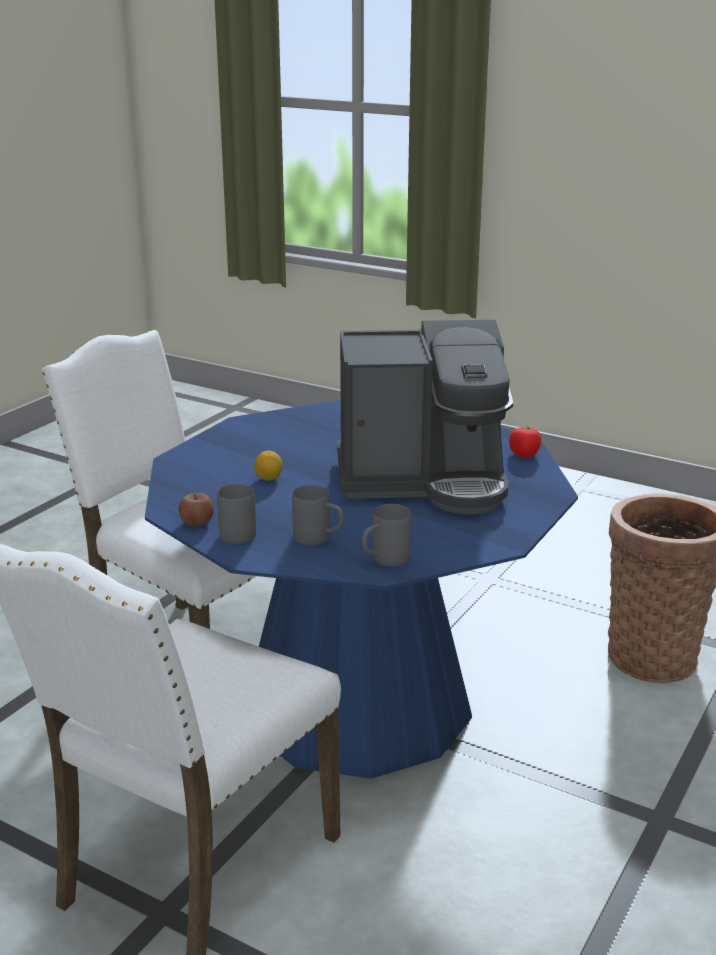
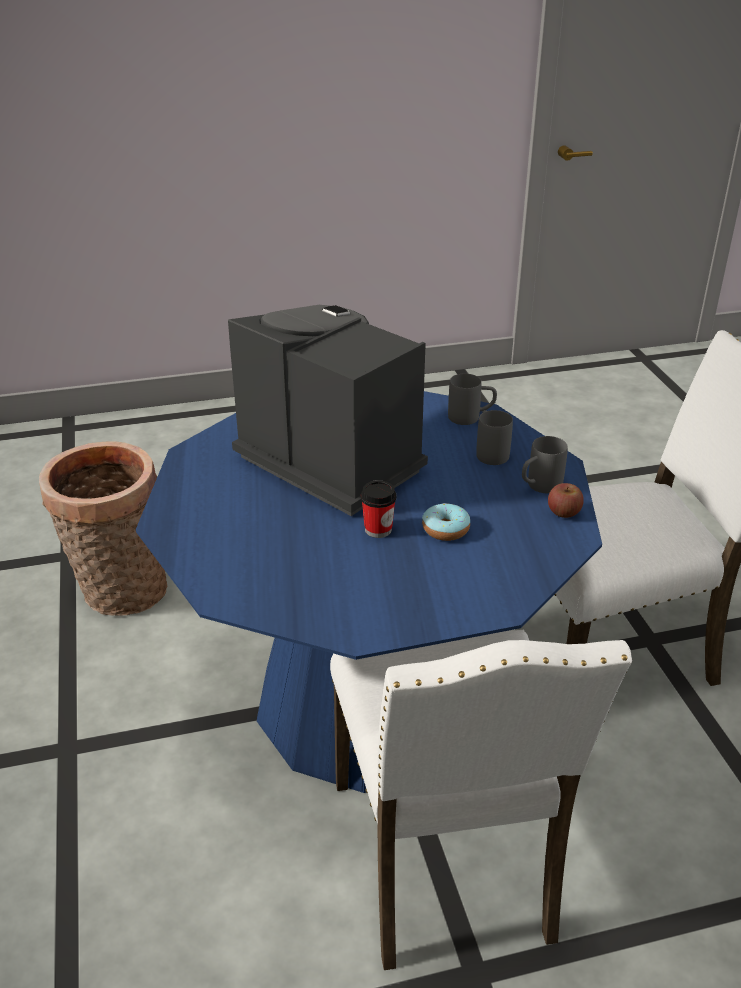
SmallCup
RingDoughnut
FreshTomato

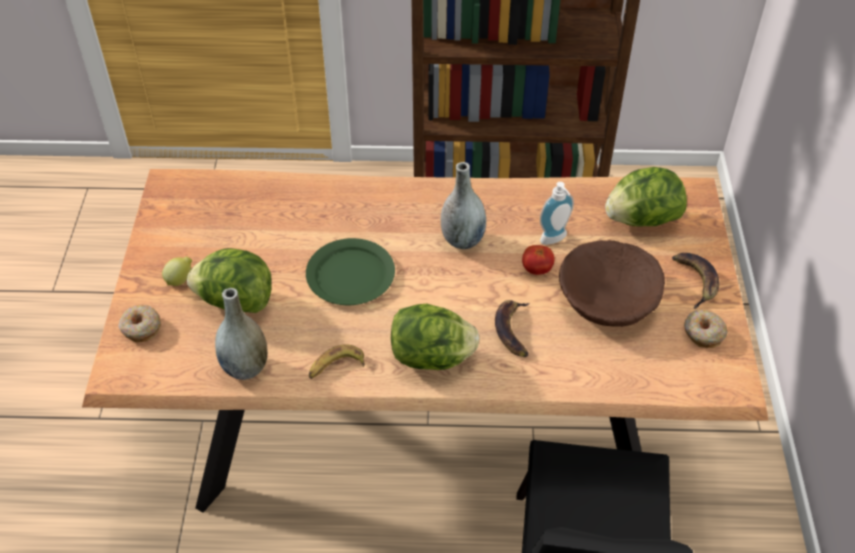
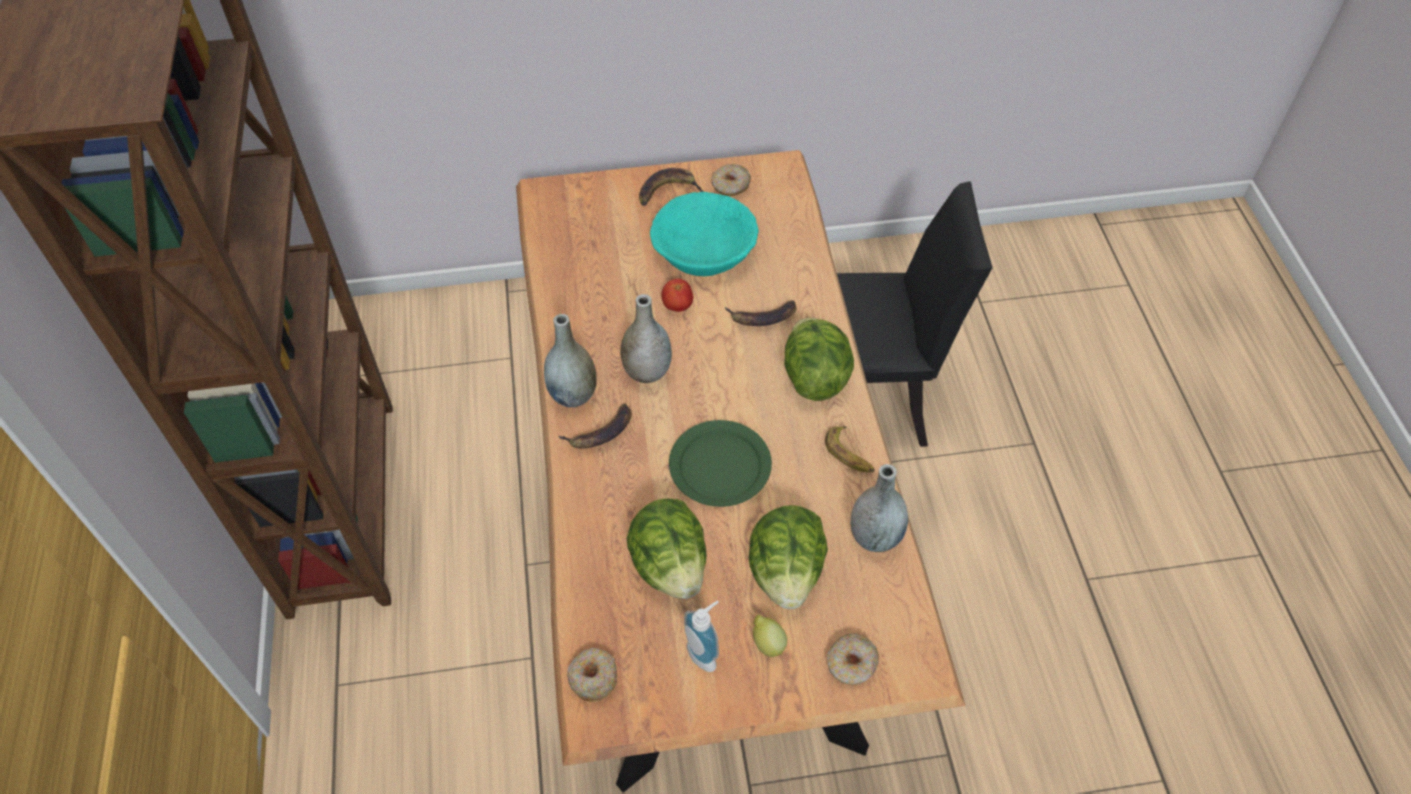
GreyishDecorativeVase (no. 1 from left)
WholeBanana (no. 1 from left)
RingDoughnut (no. 1 from left)
HeadOfLettuce (no. 1 from left)
TurquoiseServingBowl
SoapDispenser

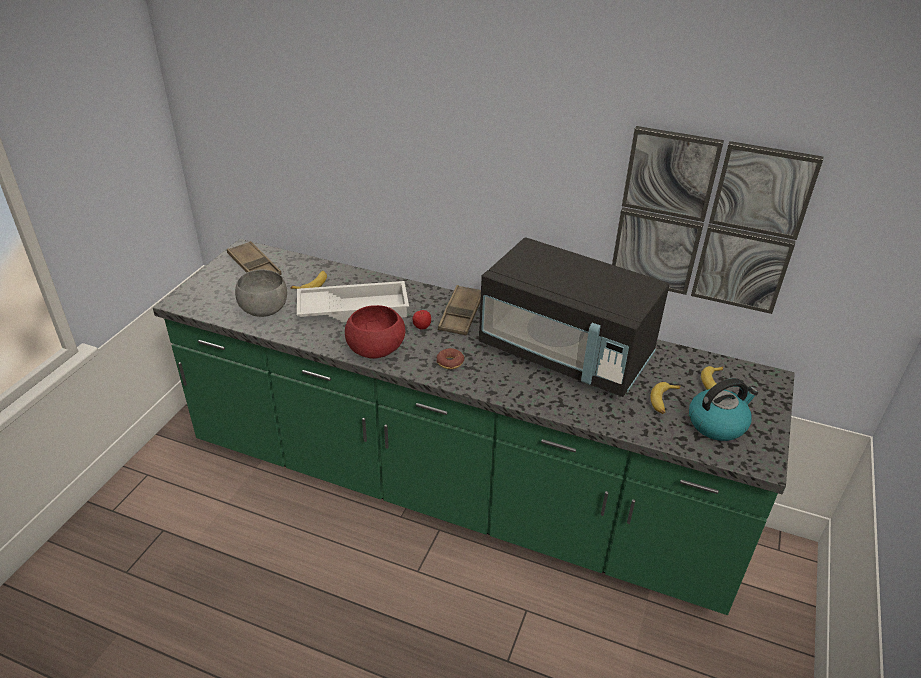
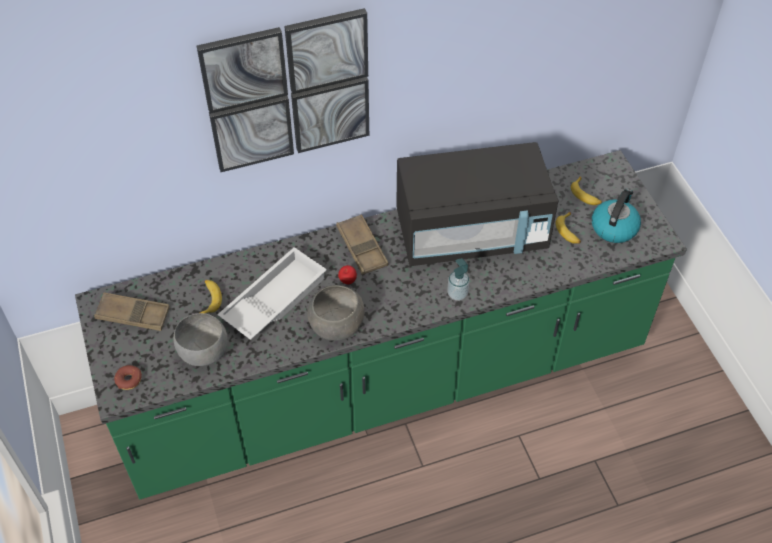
RingDoughnut
Picture
GreyishServingBowl (no. 2 from left)
SoapDispenser

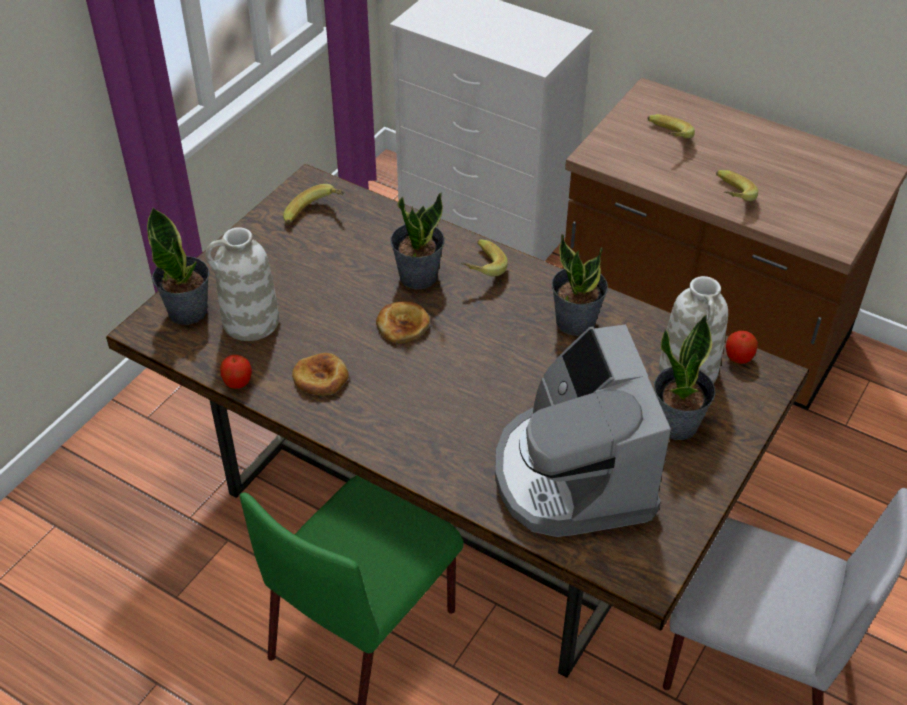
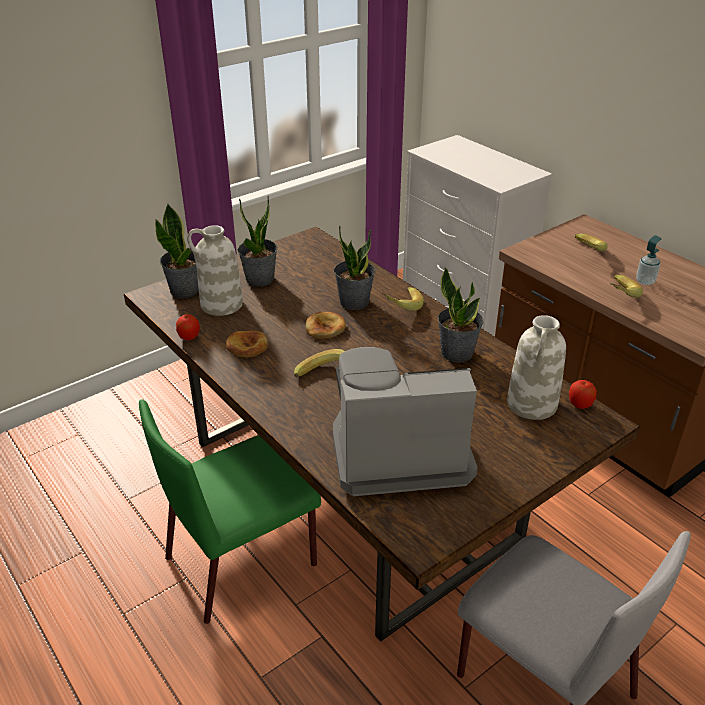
PottedPlant (no. 2 from left)
WholeBanana (no. 1 from left)
CoffeeBrewer
SoapDispenser

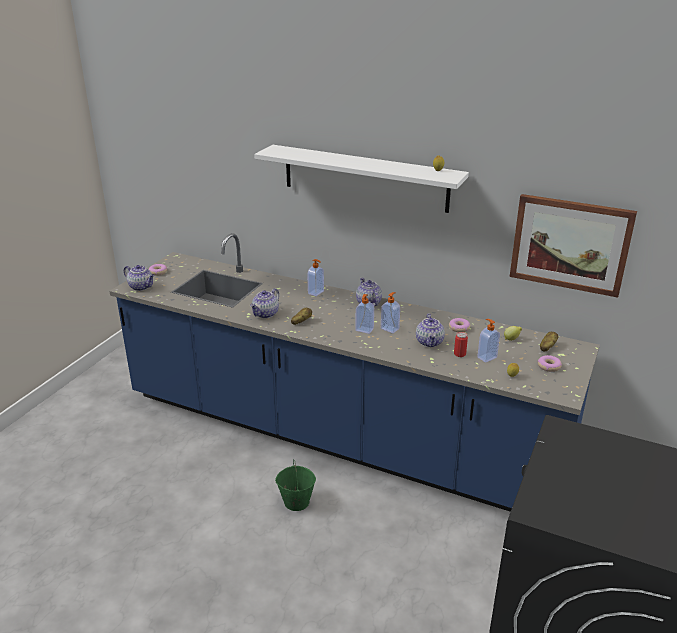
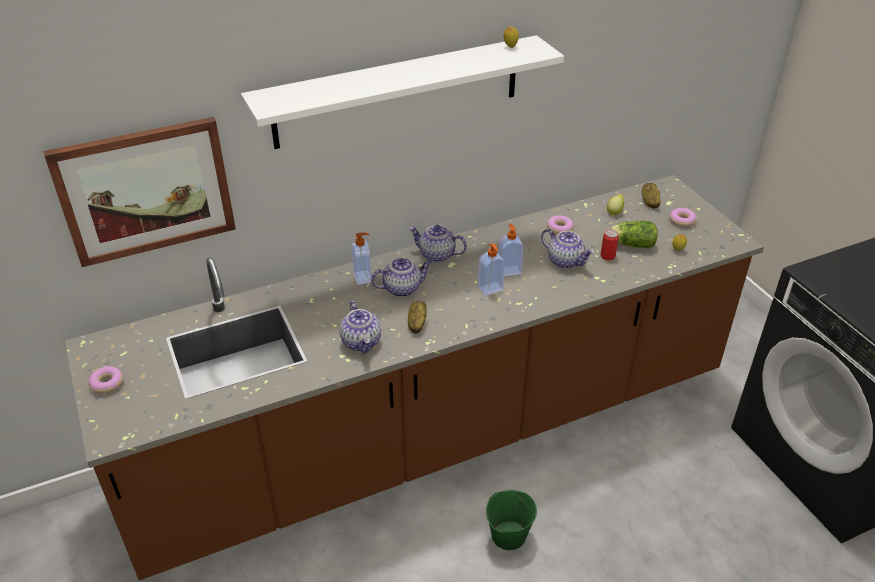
Picture
BrownColouredKitchenCounter
PotForTea (no. 2 from left)
HeadOfLettuce

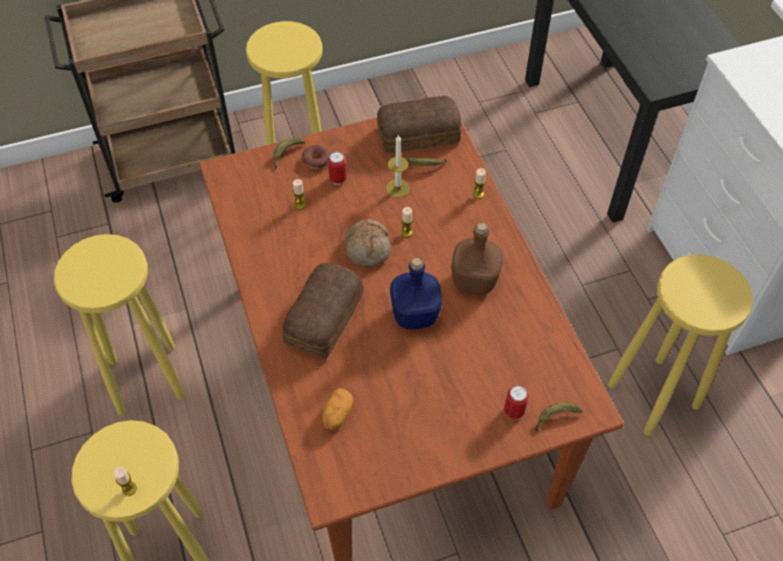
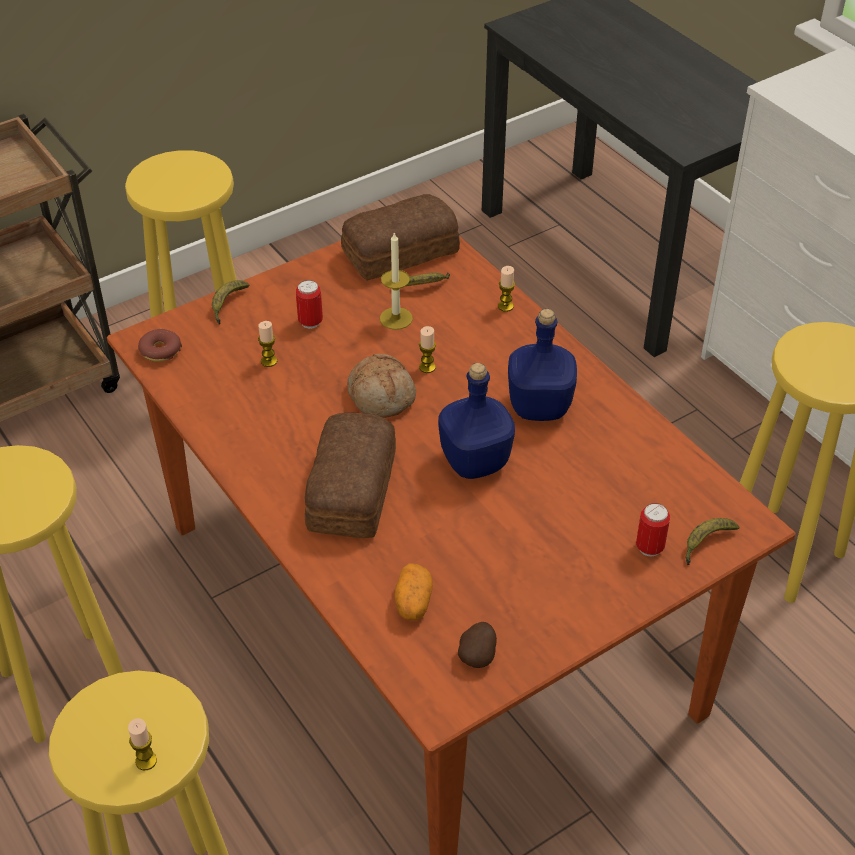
RingDoughnut
Spud (no. 2 from left)
BlueColouredBeverageBottle (no. 2 from left)

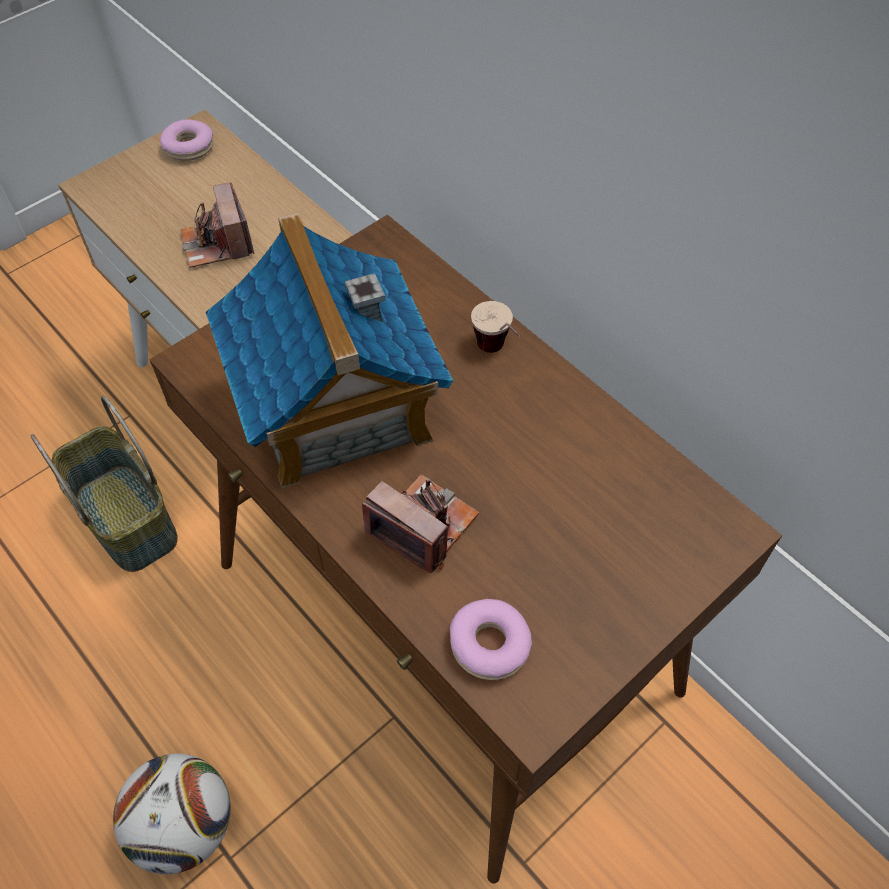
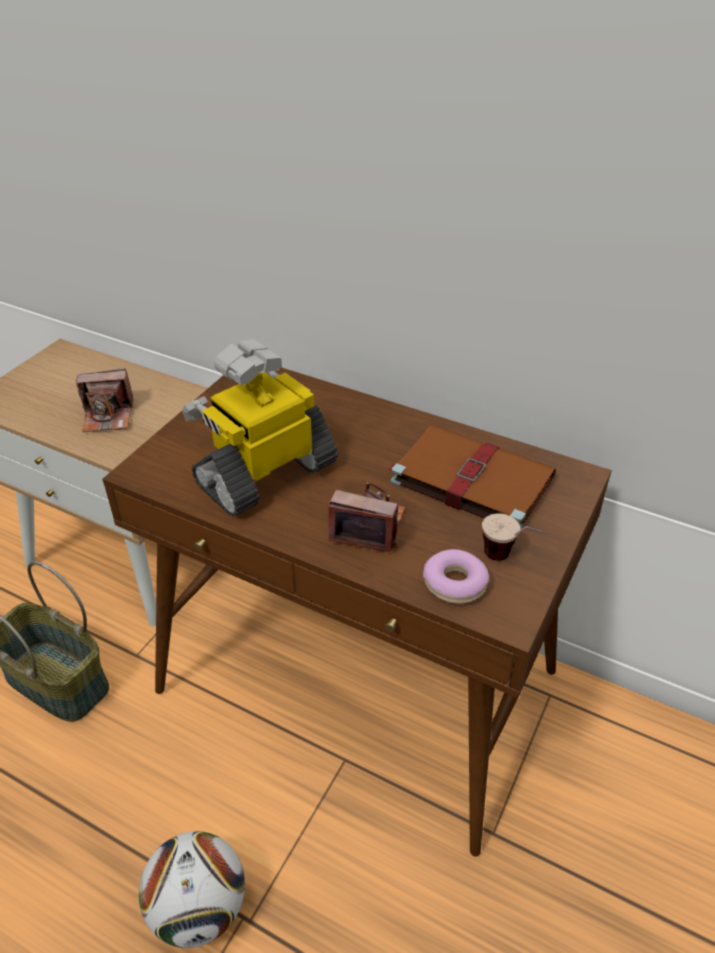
StillCamera (no. 1 from left)
ModelRobot
BrownColouredVolume
SmallCup
RingDoughnut (no. 1 from left in the first image)

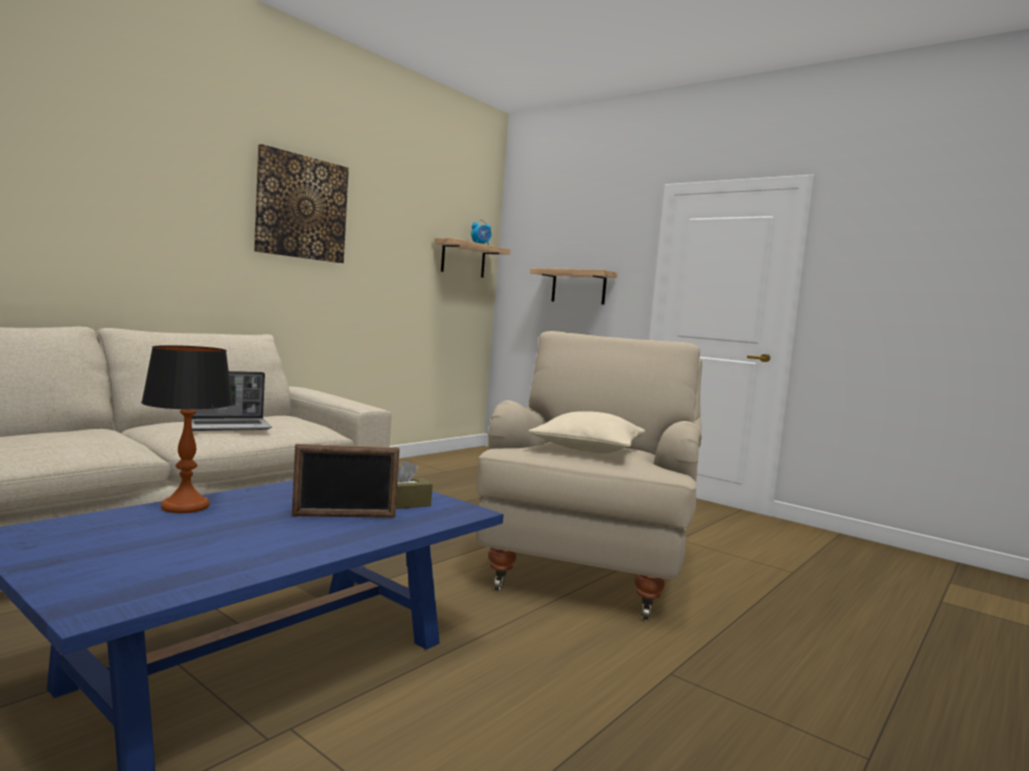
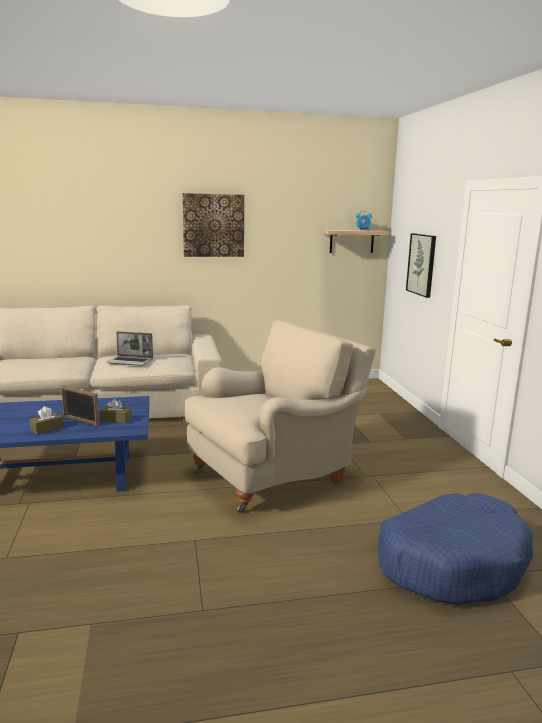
BrownColouredBoxOfTissues (no. 1 from left)
BlueColouredDogCushion
Picture (no. 2 from left)
TableLamp
BeigeCushion

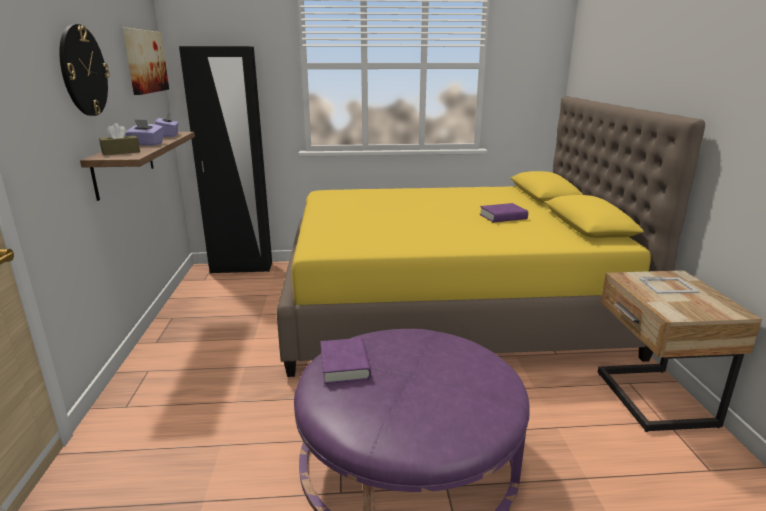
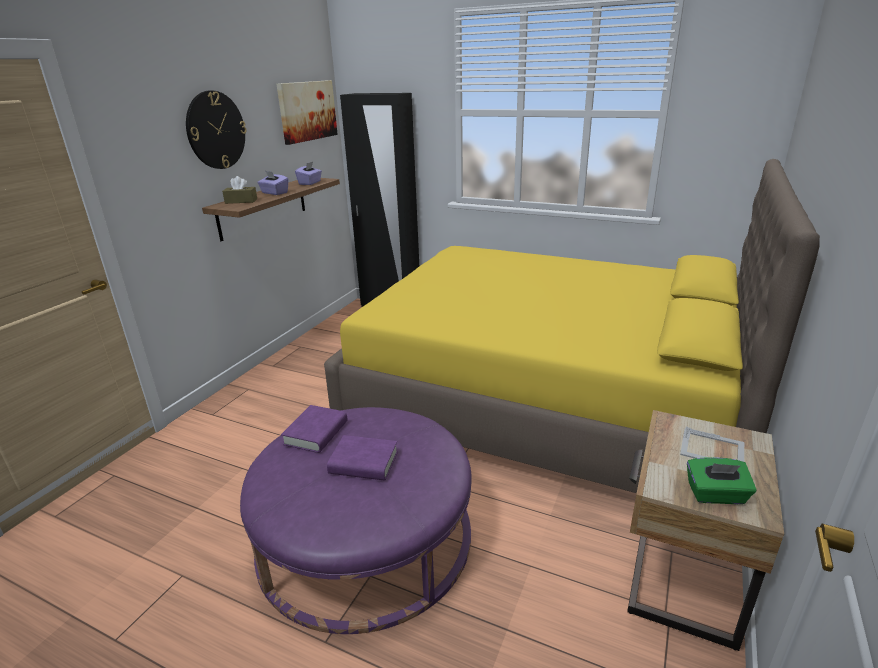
PurpleColouredVolume (no. 2 from left)
GreenishBoxOfTissues

